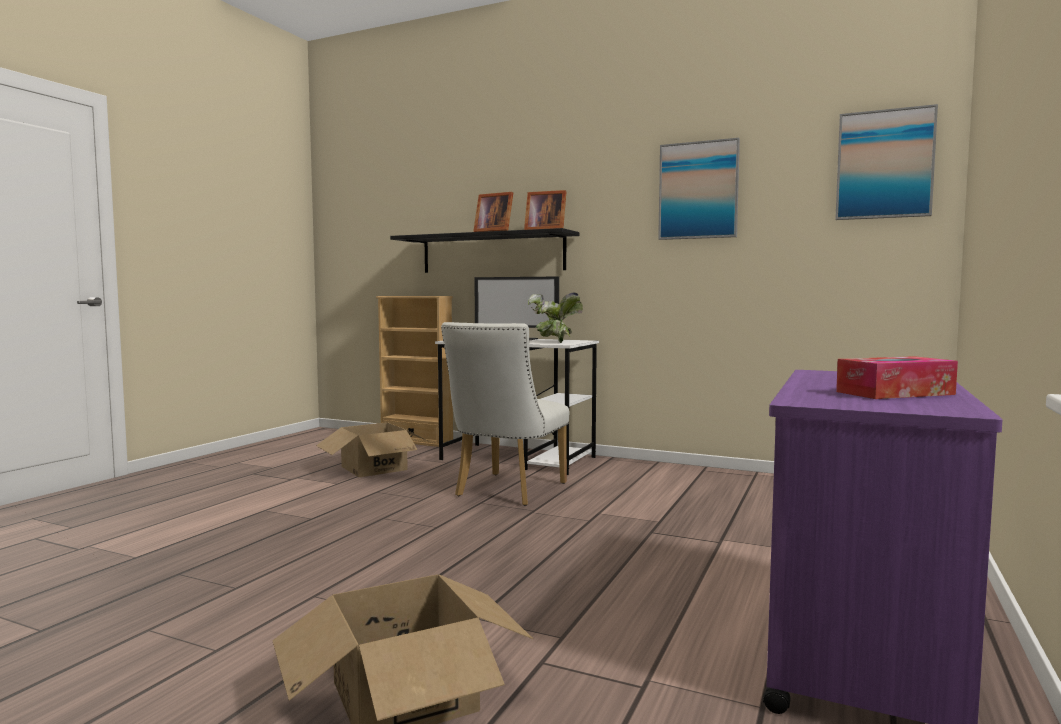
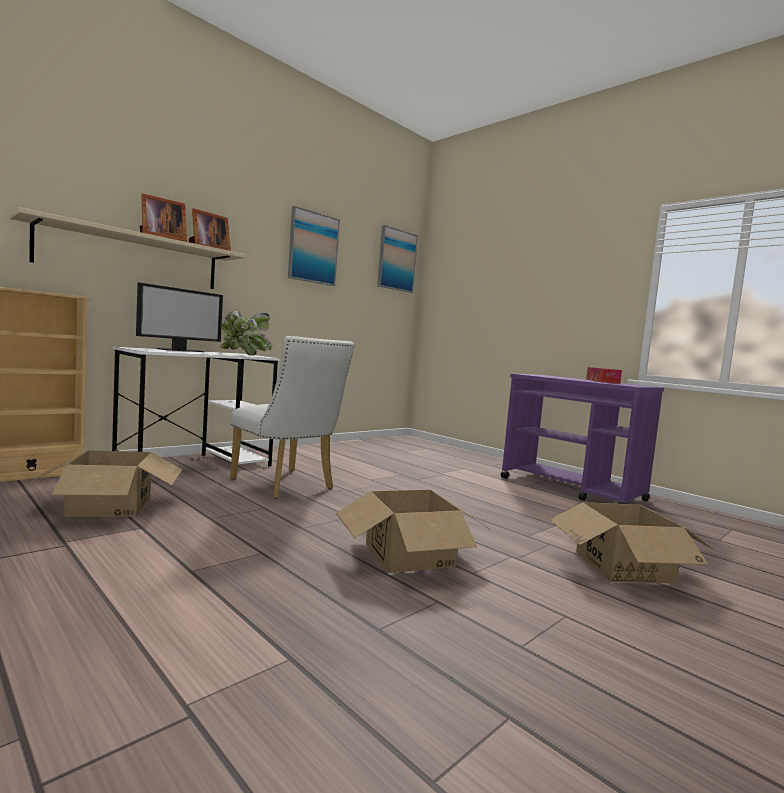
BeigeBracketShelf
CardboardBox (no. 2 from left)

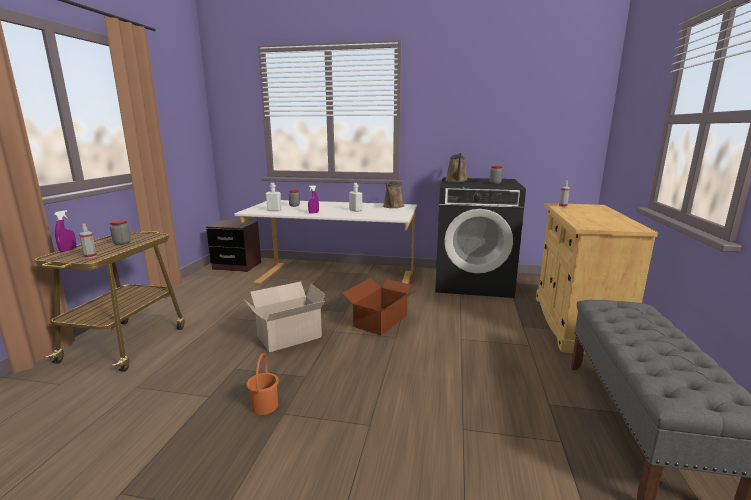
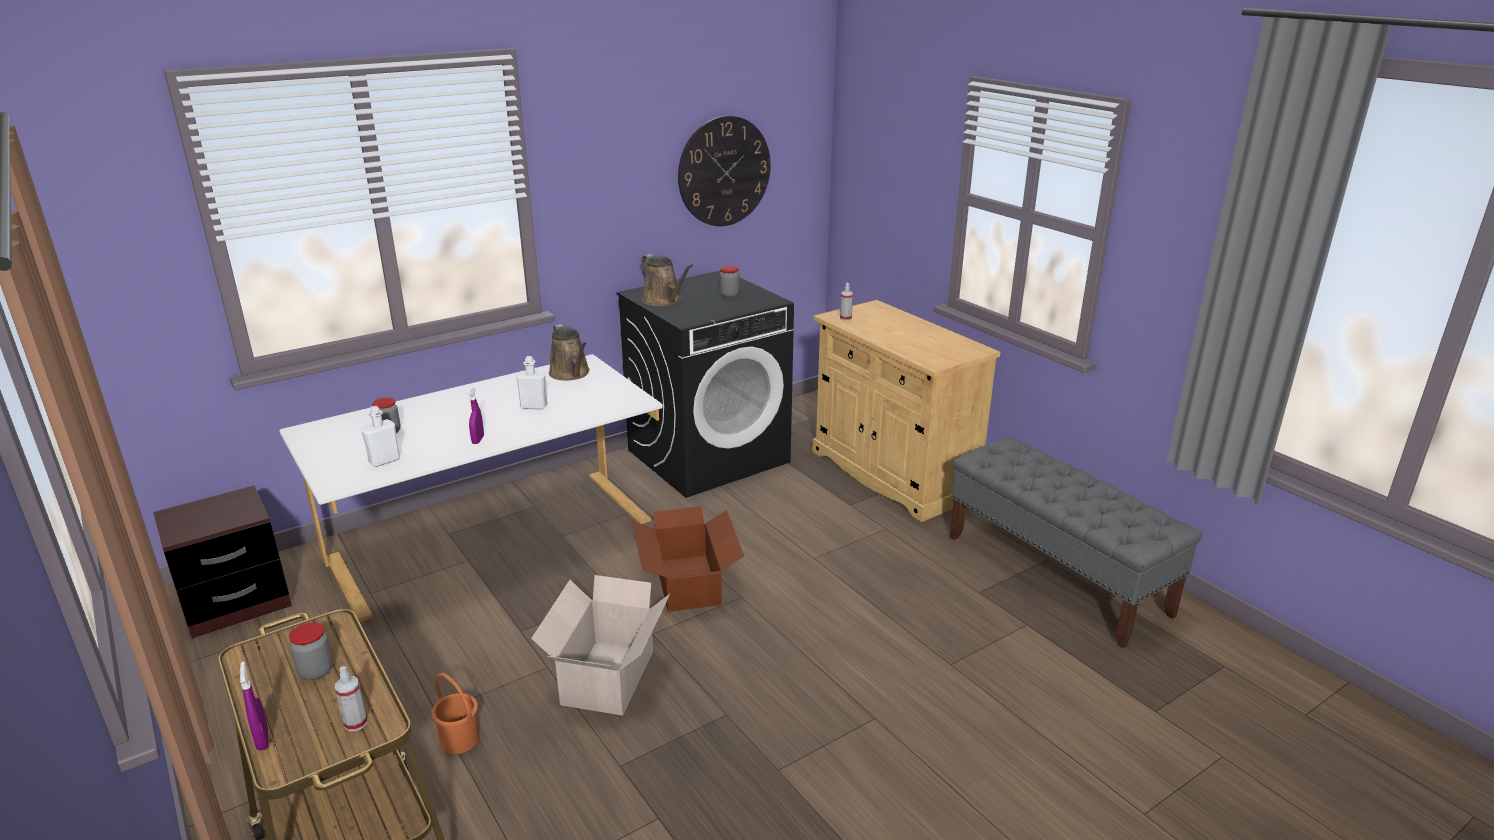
OrangeyBucket
ClockOnTheWall

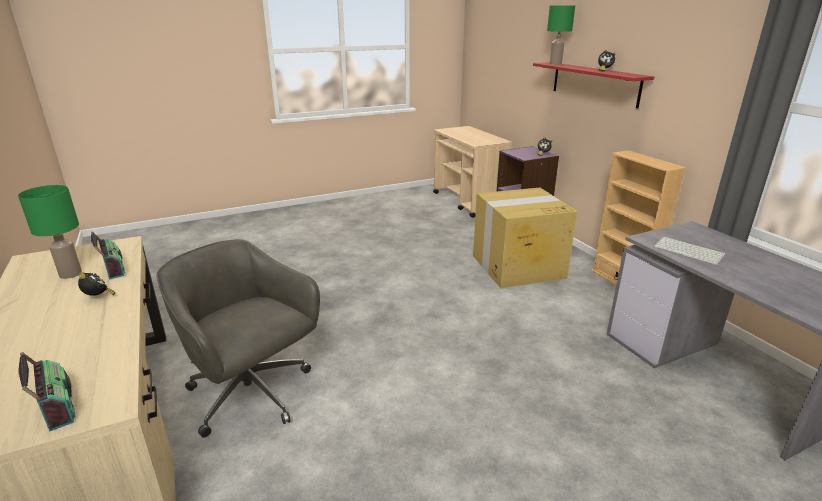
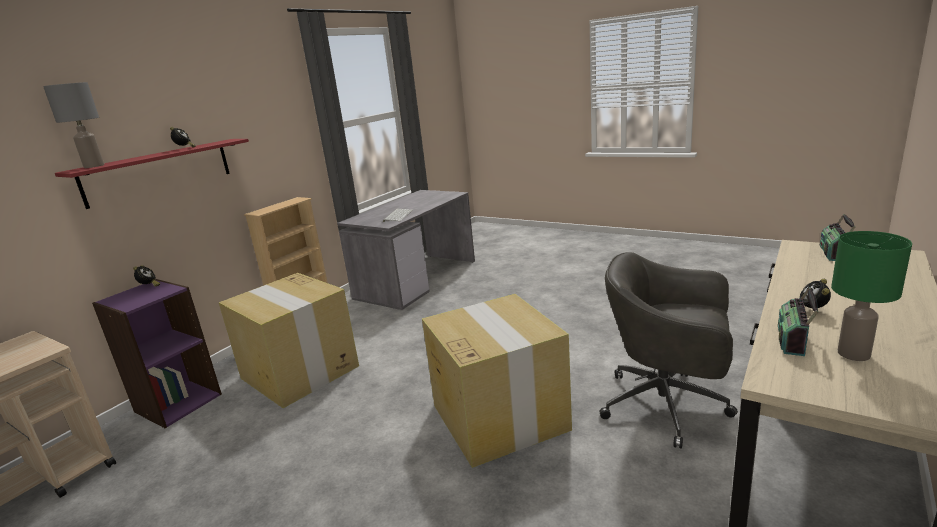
GreyishTableLamp
CardboardBox (no. 2 from left)
GreyishDeskChair

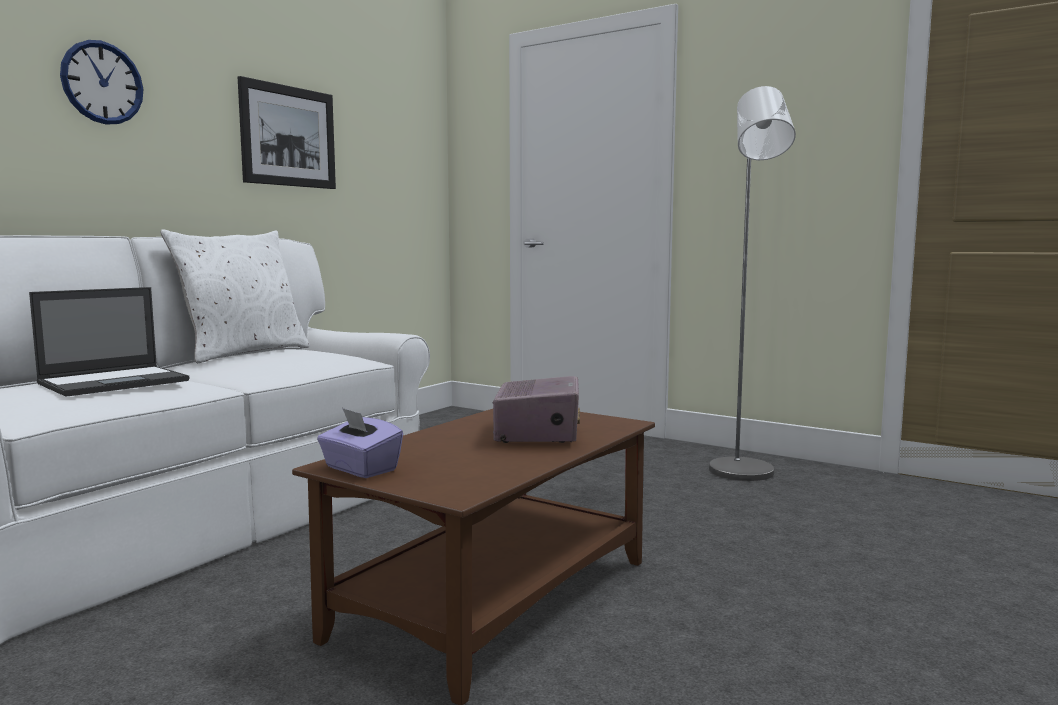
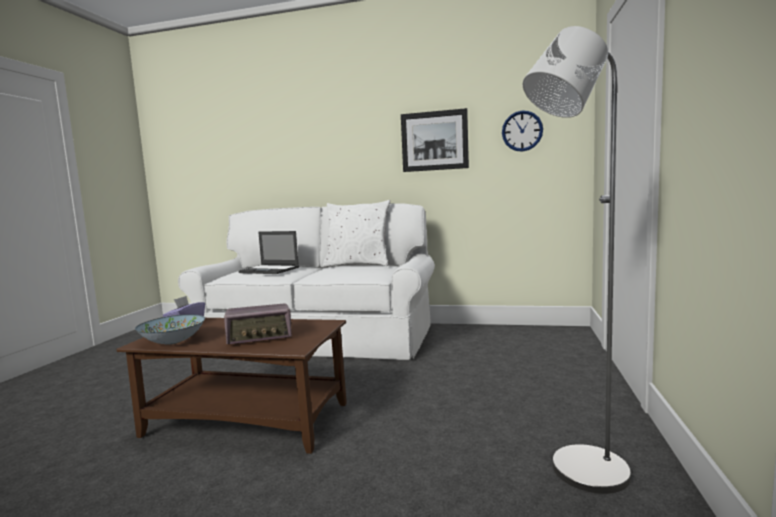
ServingBowl
ClockOnTheWall

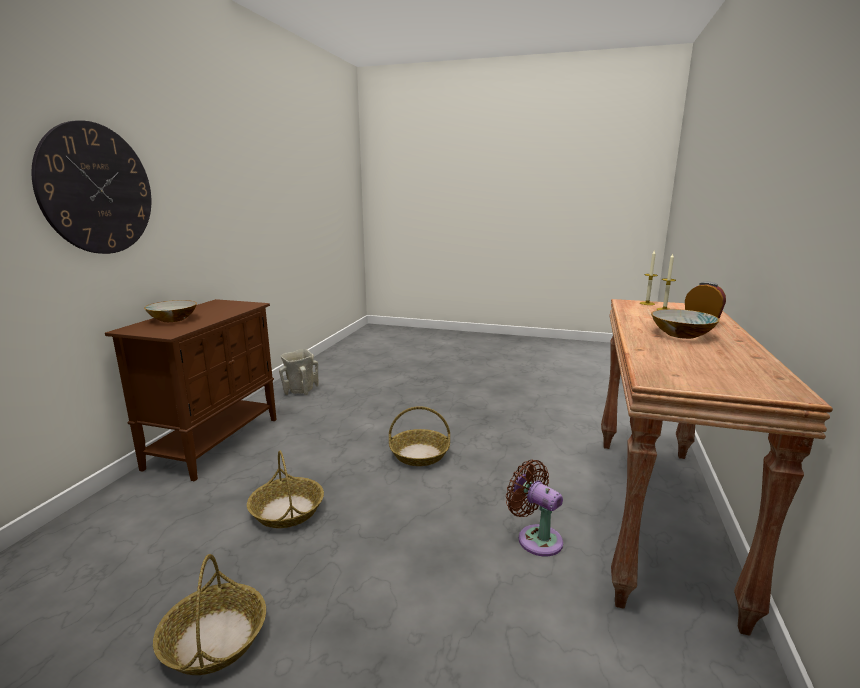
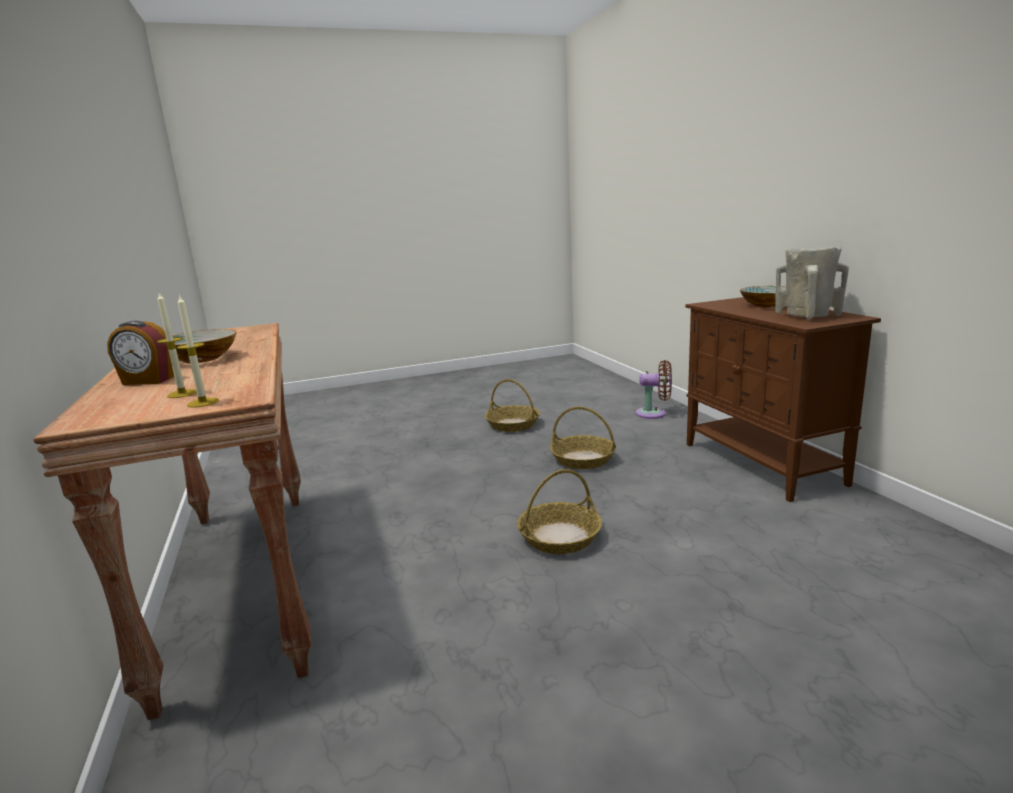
BrownColouredFan
BeigeDecorativeVase
ClockOnTheWall

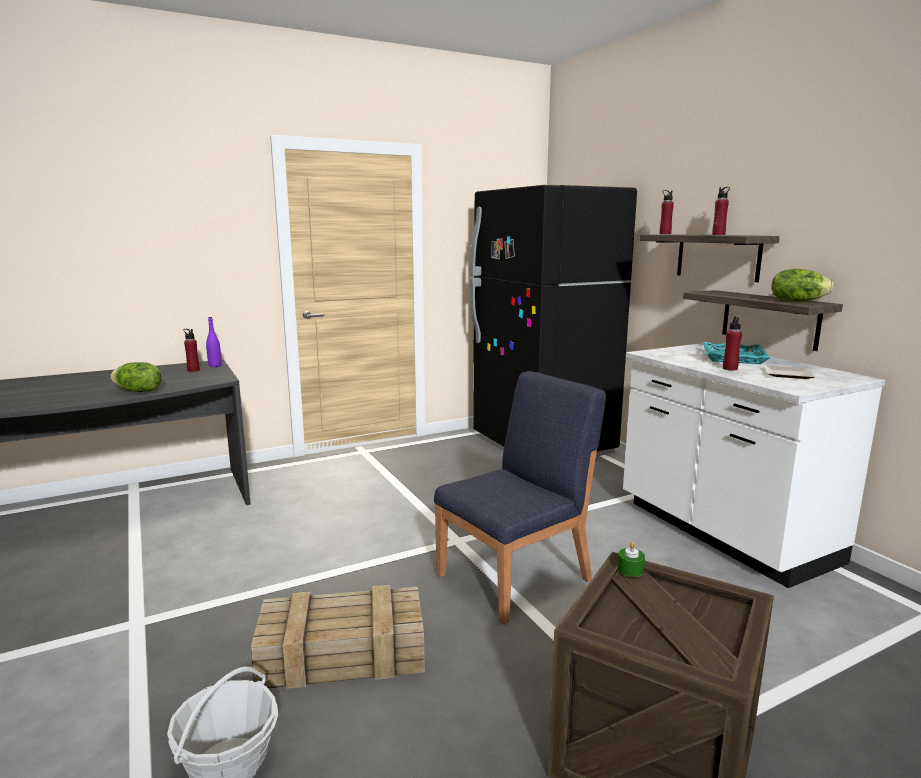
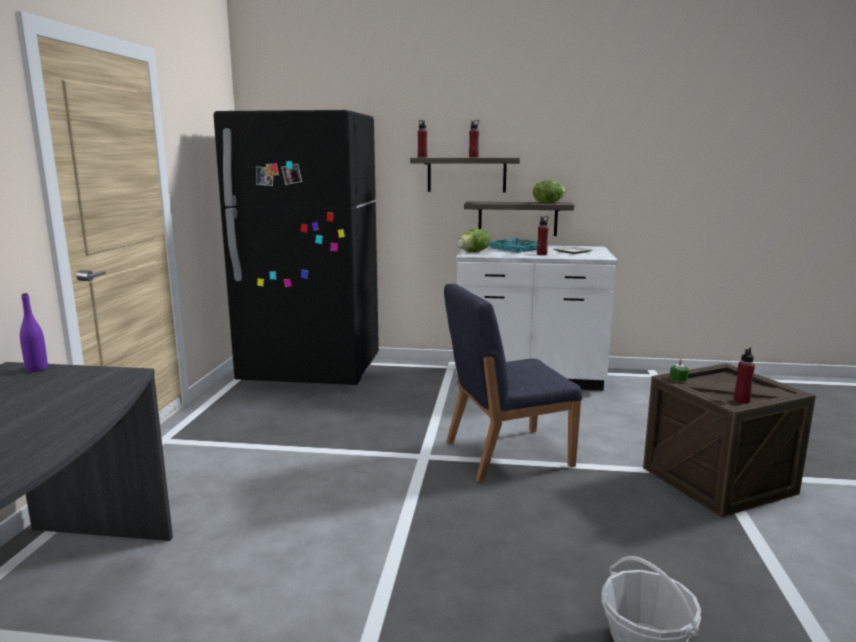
BlueColouredChair
HeadOfLettuce (no. 1 from left)
RedColouredBeverageBottle (no. 4 from left)
ShippingCrate (no. 1 from left in the first image)

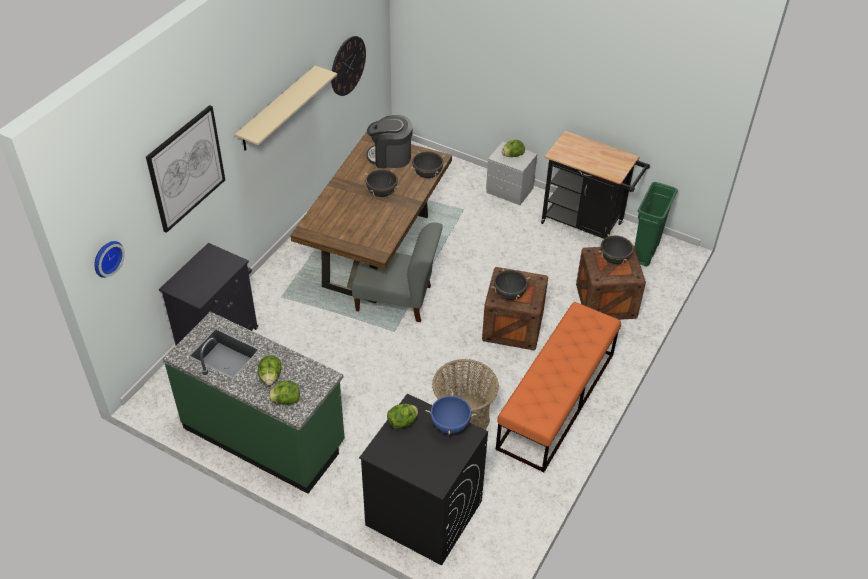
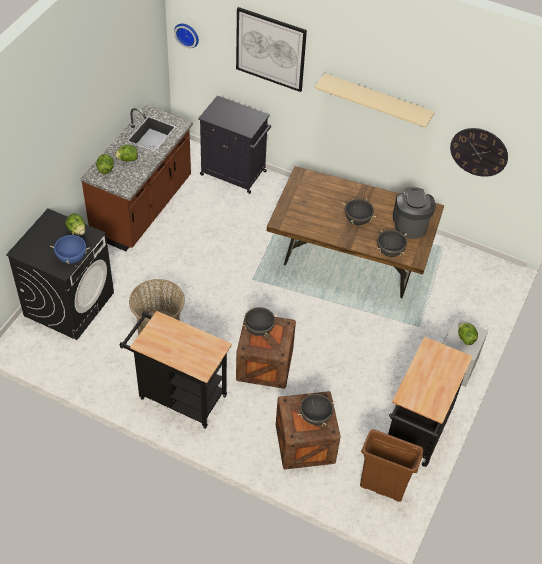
BrownColouredKitchenCounter
BlackWheeledCart (no. 1 from left)
BrownColouredTrashCan
GreyishChair

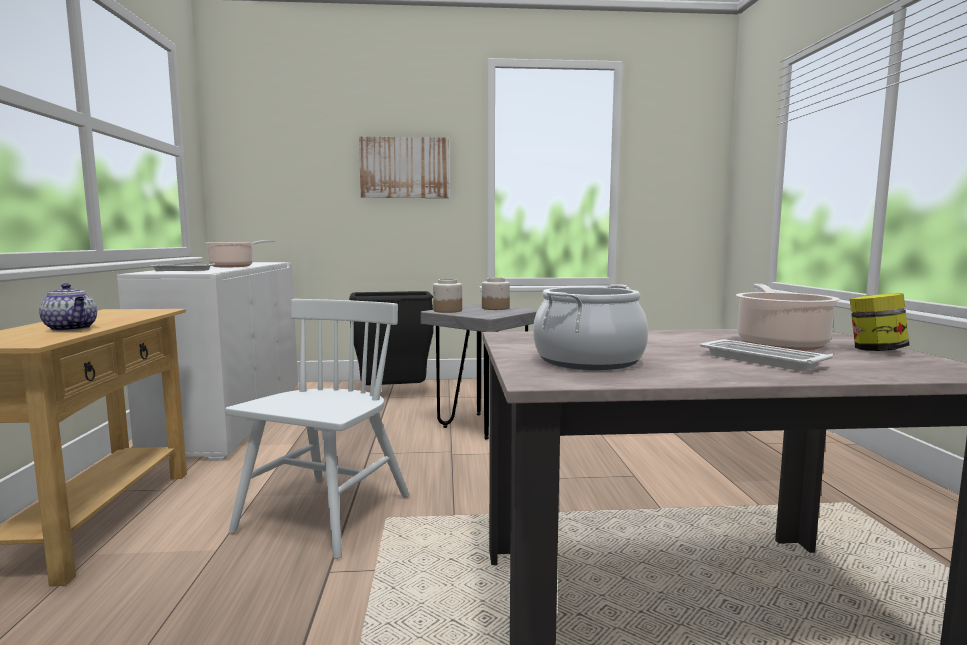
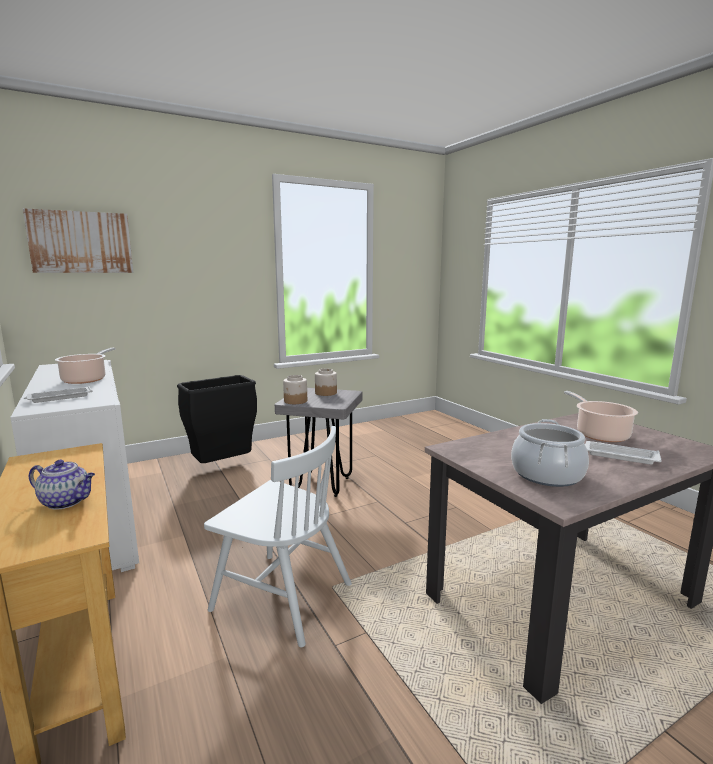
Picture
WhiteColouredChair
PreserveJar (no. 3 from left in the first image)

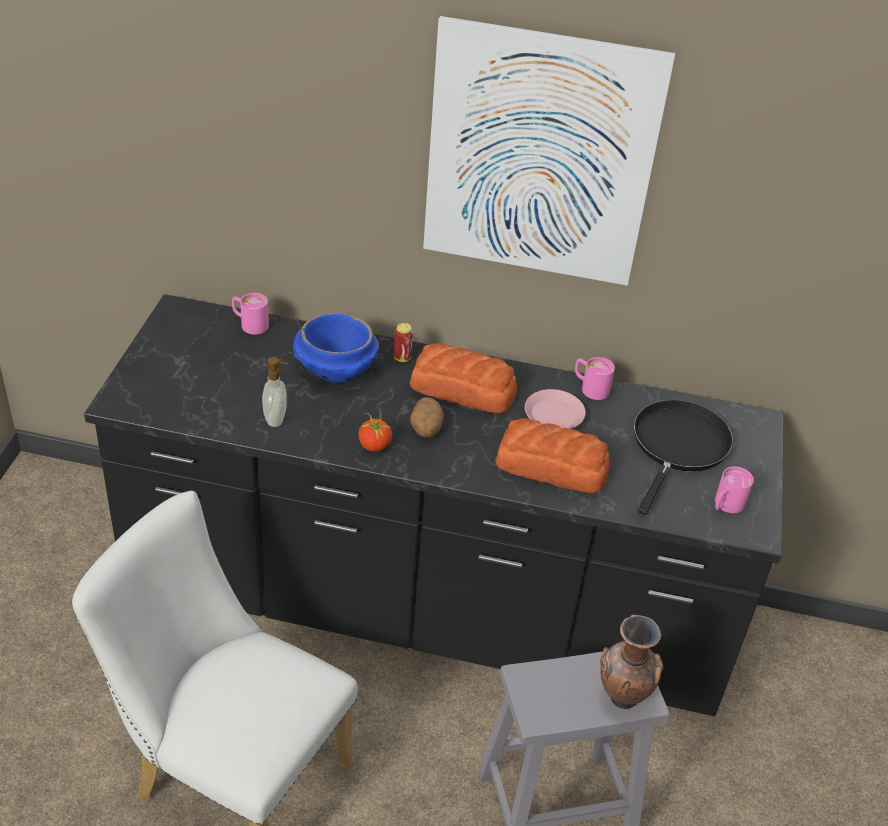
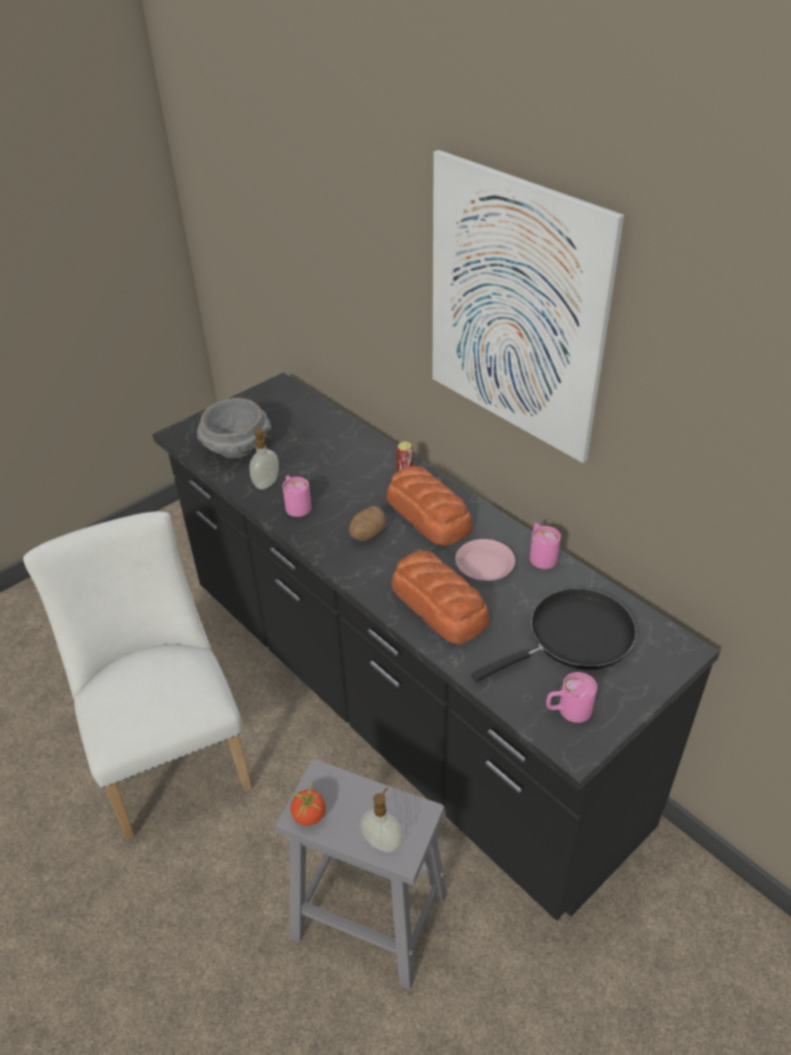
GreyishServingBowl
PinkishMug (no. 1 from left)
FreshTomato
SoapDispenser (no. 2 from left)
BlueColouredServingBowl

